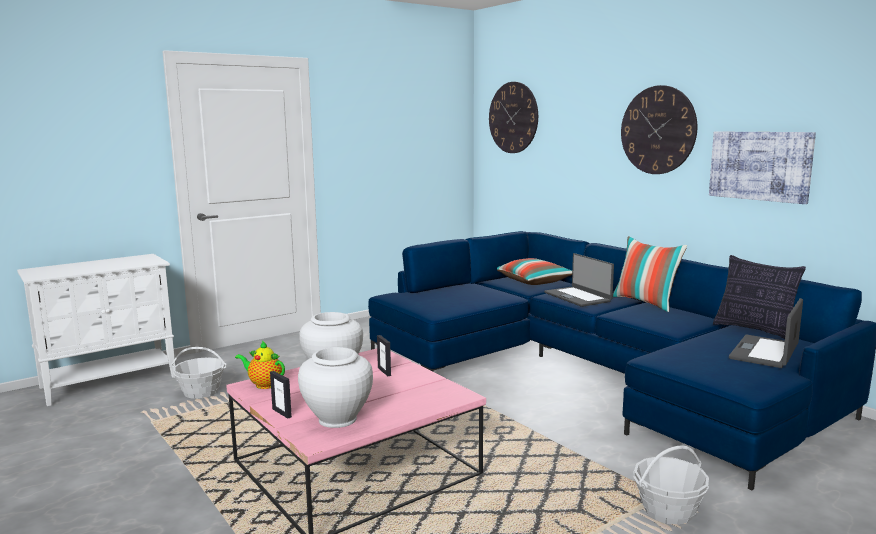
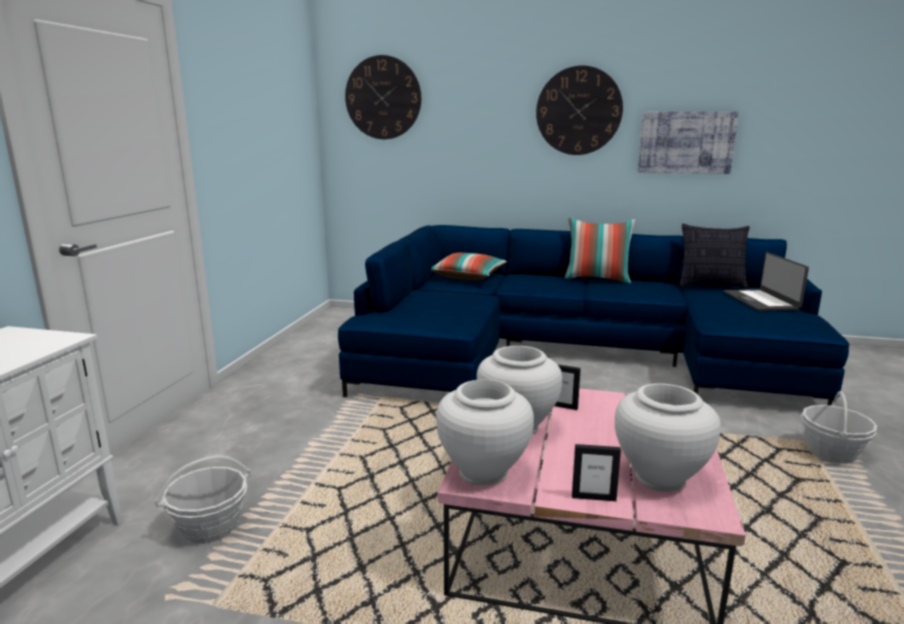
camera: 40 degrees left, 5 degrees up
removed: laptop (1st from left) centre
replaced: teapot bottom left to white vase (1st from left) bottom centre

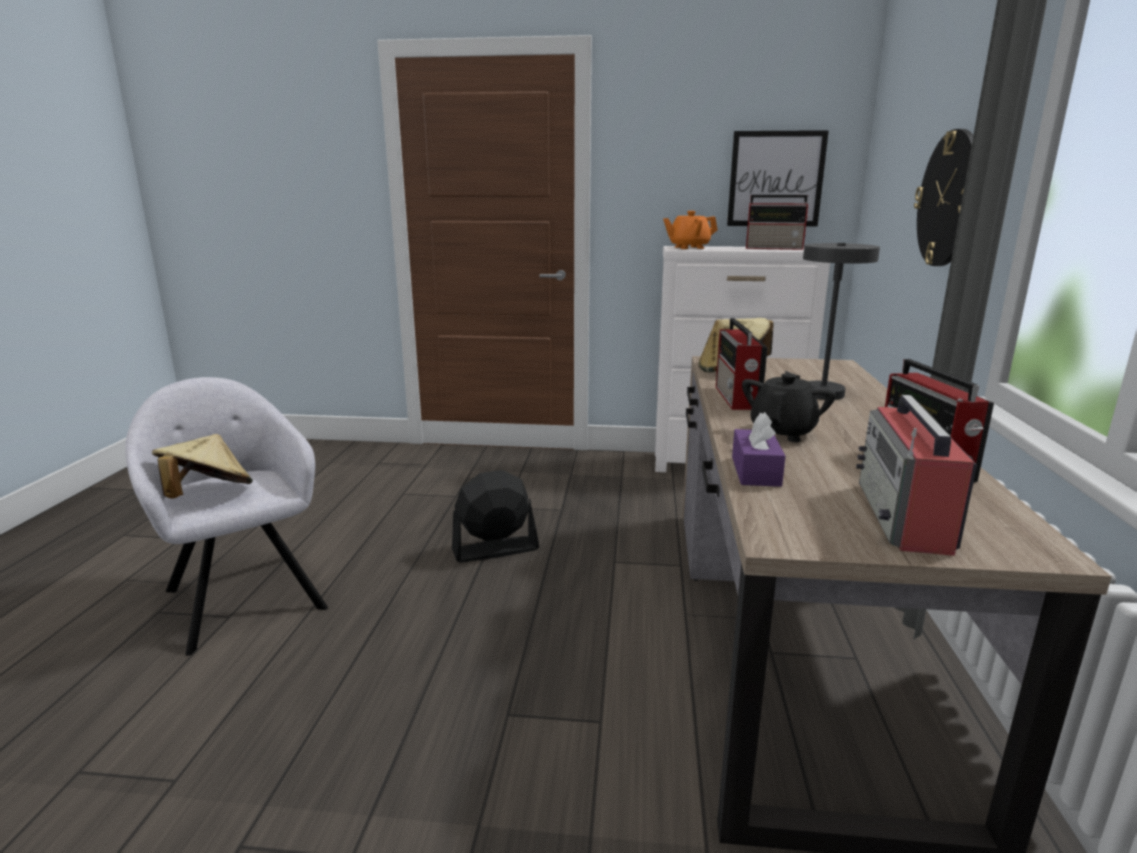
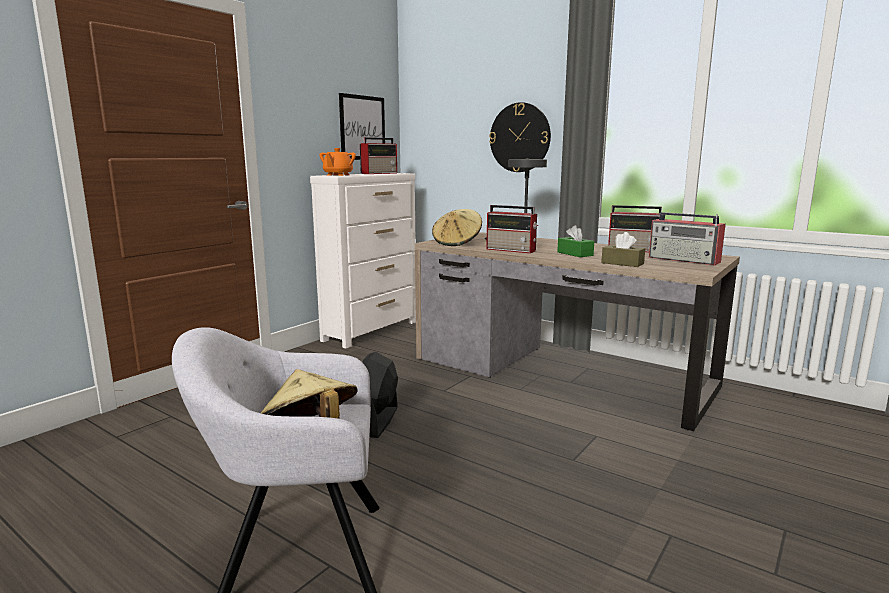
camera: 60 degrees left, 5 degrees down
replaced: black teapot middle right to green tissue box centre
recoloured: purple tissue box middle right to brown tissue box middle right

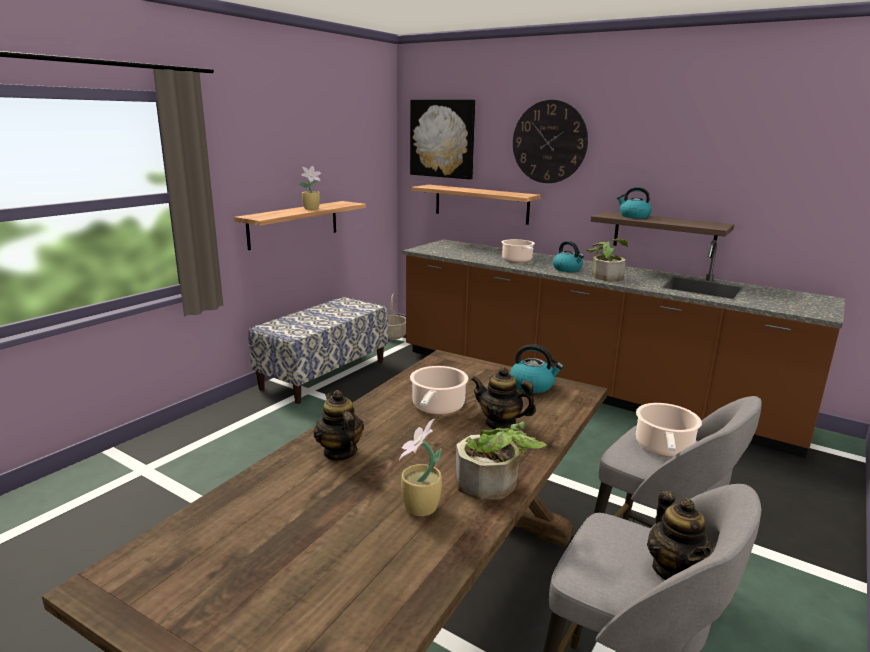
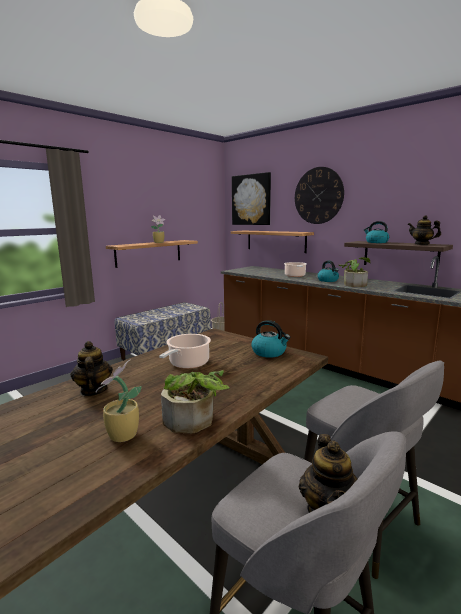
camera: 10 degrees right, 5 degrees down
removed: cooking pot (3rd from left) middle right
moved: teapot (2nd from left in the first image) centre to teapot (3rd from left) middle right

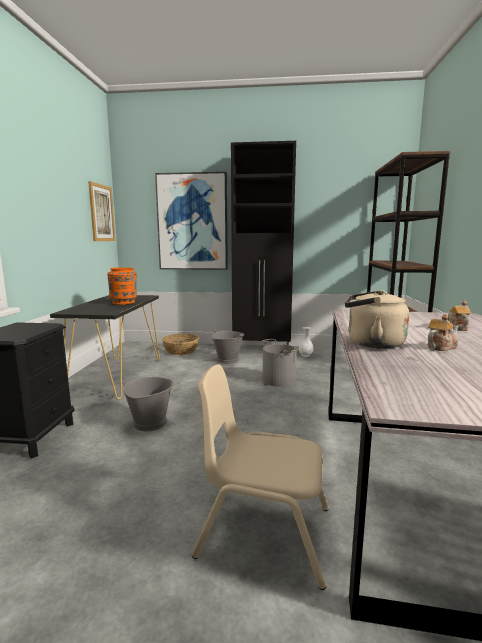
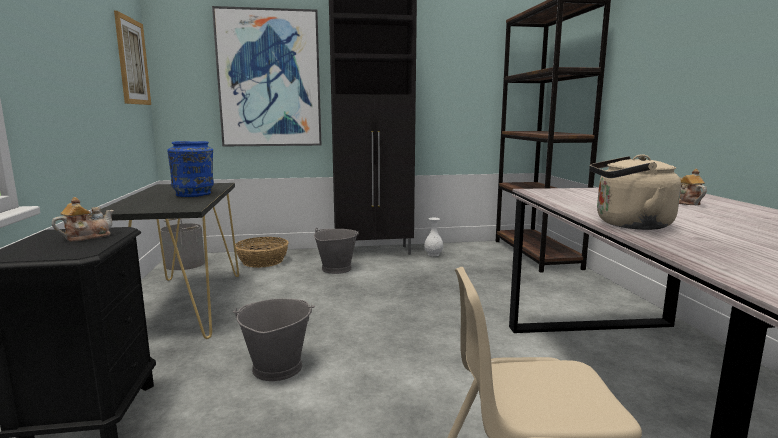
camera: 15 degrees left, 0 degrees up
moved: teapot (1st from left) middle right to middle left; grey bucket (3rd from left in the first image) centre to grey bucket (1st from left) middle left
recoloured: orange vase middle left to blue vase middle left

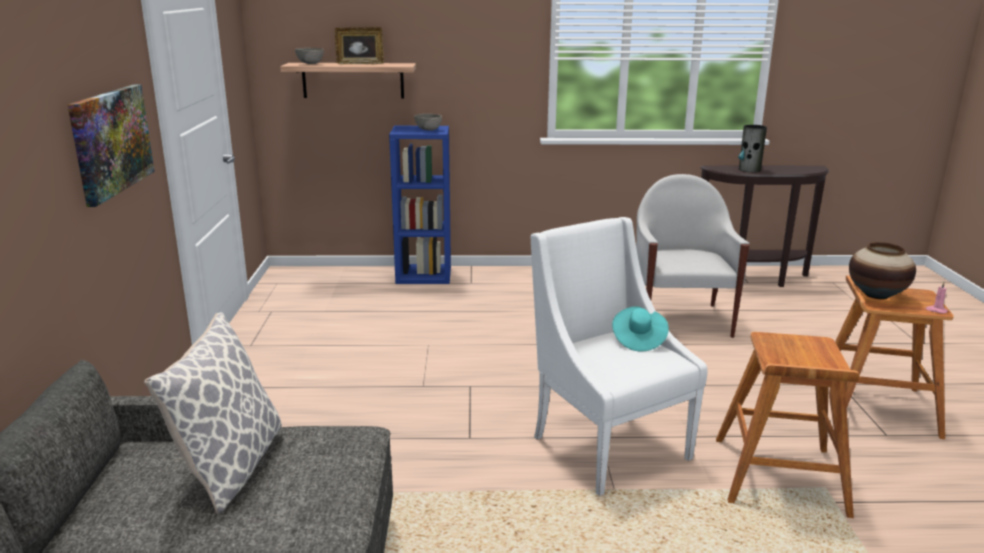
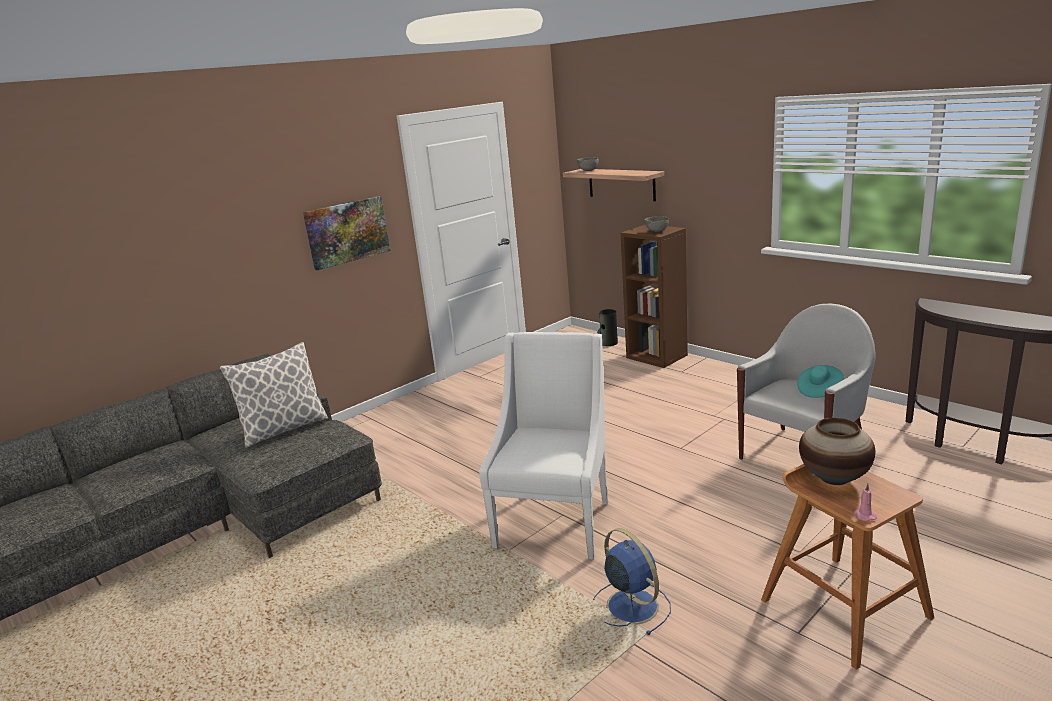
camera: 50 degrees right, 0 degrees up
removed: picture frame top centre
moved: vase (1st from left) top right to centre; turquoise hat centre to middle right
replaced: brown stool (1st from left) bottom right to blue fan bottom centre
recoloured: blue bookcase centre to brown bookcase centre

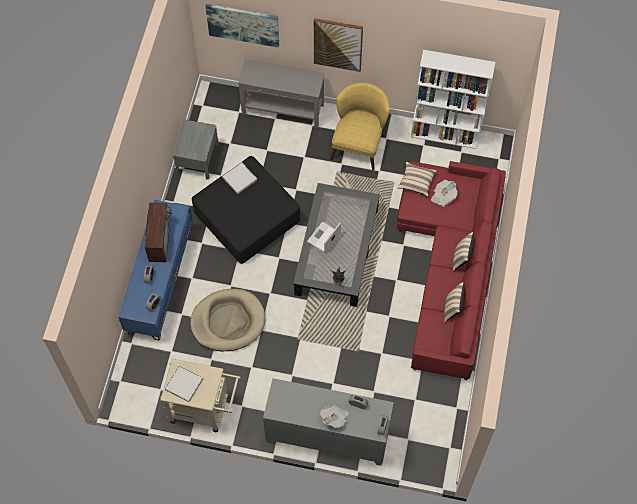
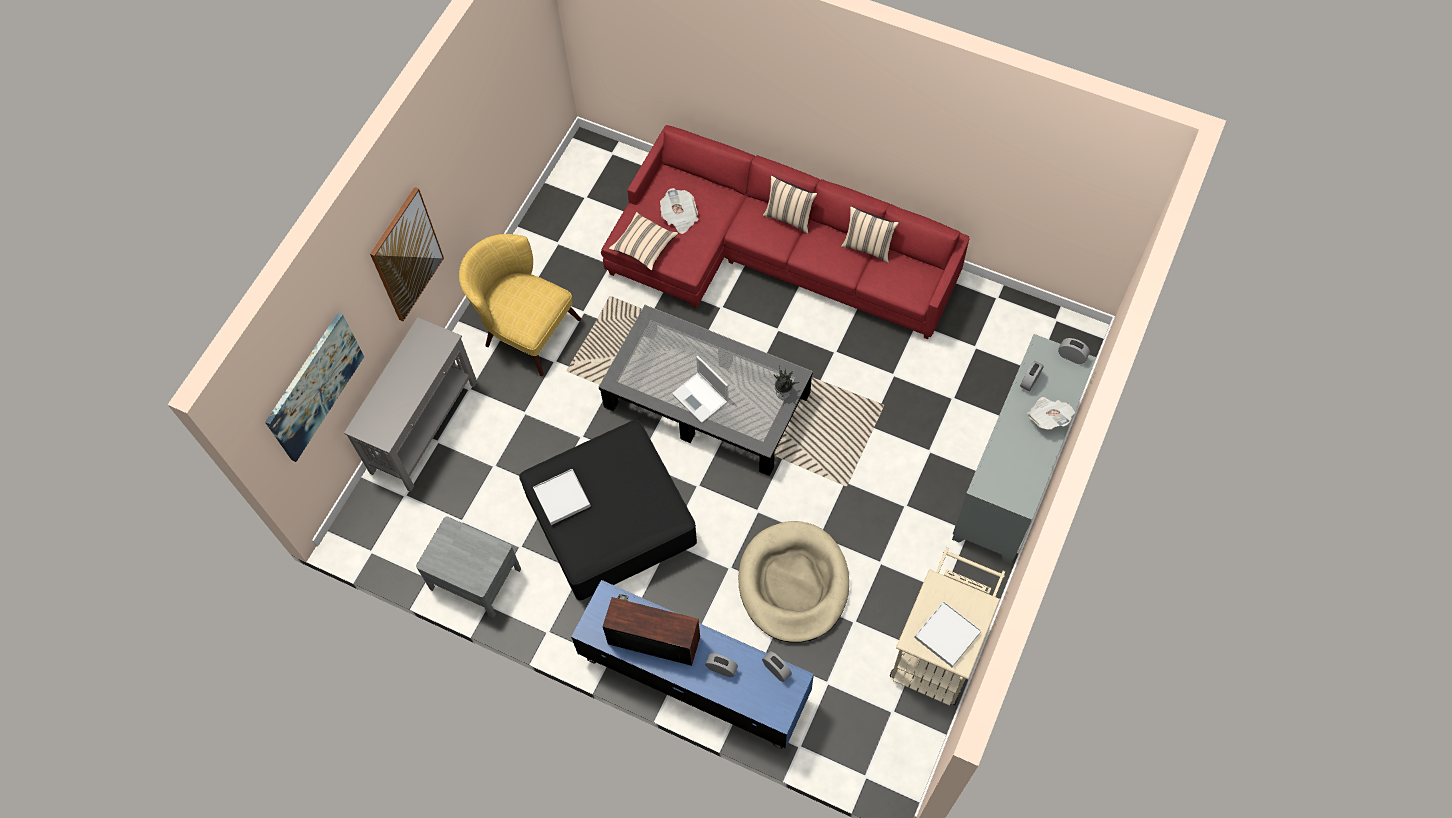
camera: 75 degrees left, 0 degrees up
removed: white bookcase top right

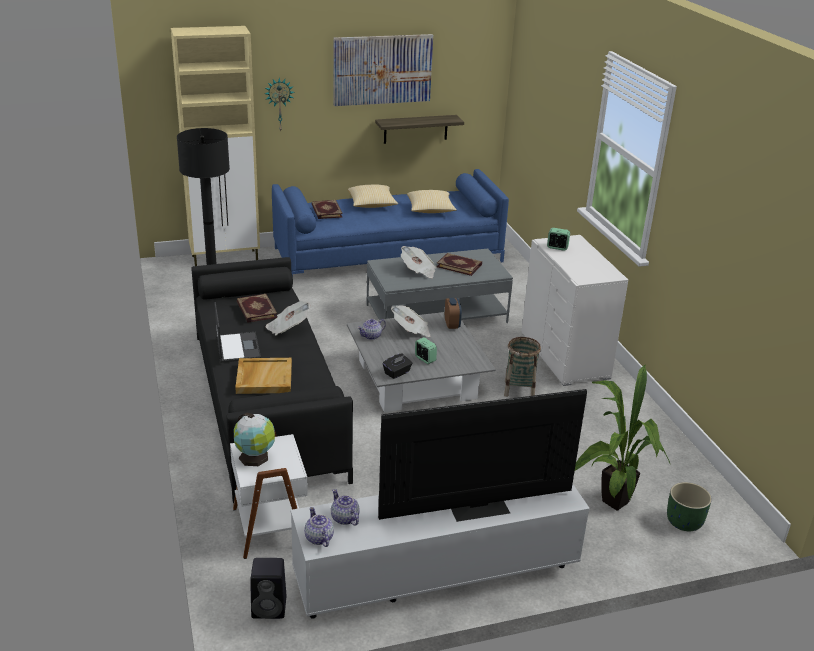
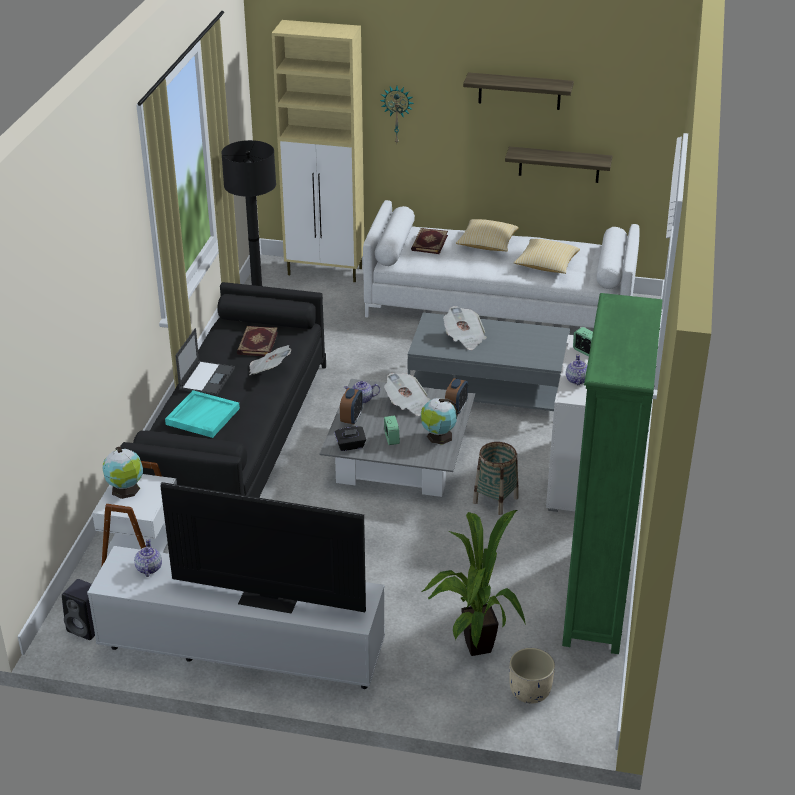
camera: 30 degrees right, 5 degrees up
removed: book (3rd from left) centre
added: alarm clock (1st from left) centre; globe (2nd from left) centre; green bookcase middle right
moved: teapot (1st from left in the first image) bottom centre to teapot (3rd from left) middle right
replaced: picture top centre to shelf (1st from left) top centre
recoloured: beige tray middle left to turquoise tray middle left; blue sofa centre to white sofa top centre; green planter bottom right to beige planter bottom right

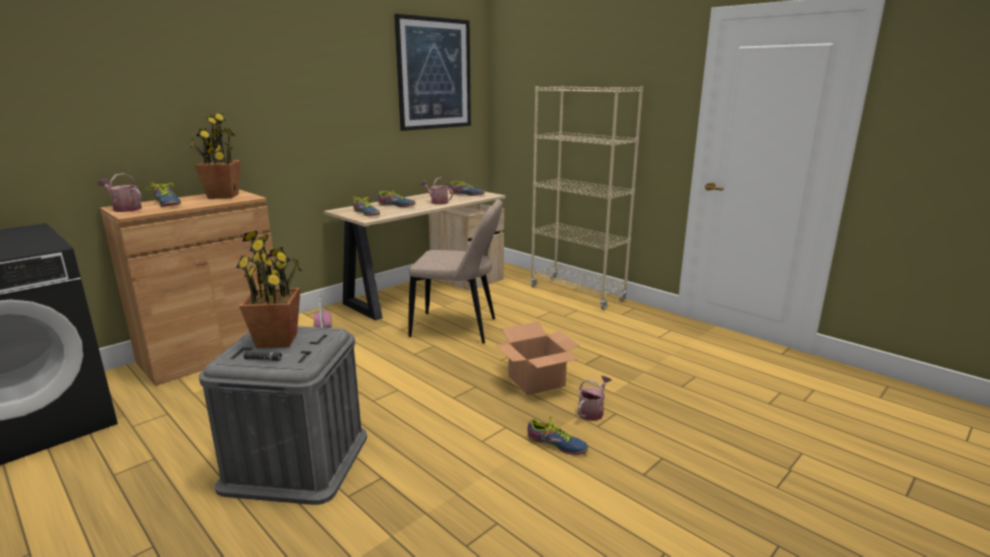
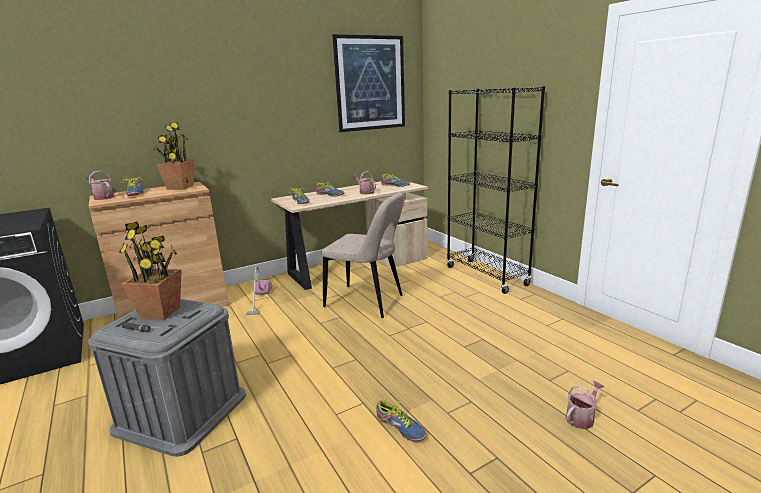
camera: 15 degrees right, 0 degrees up
removed: cardboard box centre
moved: watering can (3rd from left) bottom centre to bottom right
recoloured: beige bookcase centre to black bookcase centre

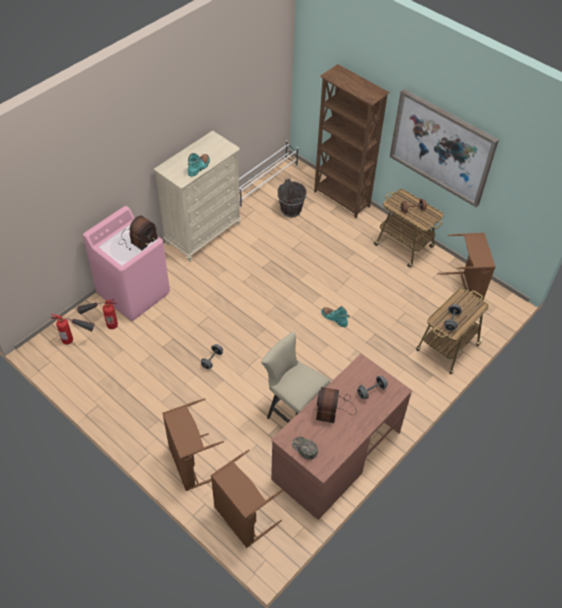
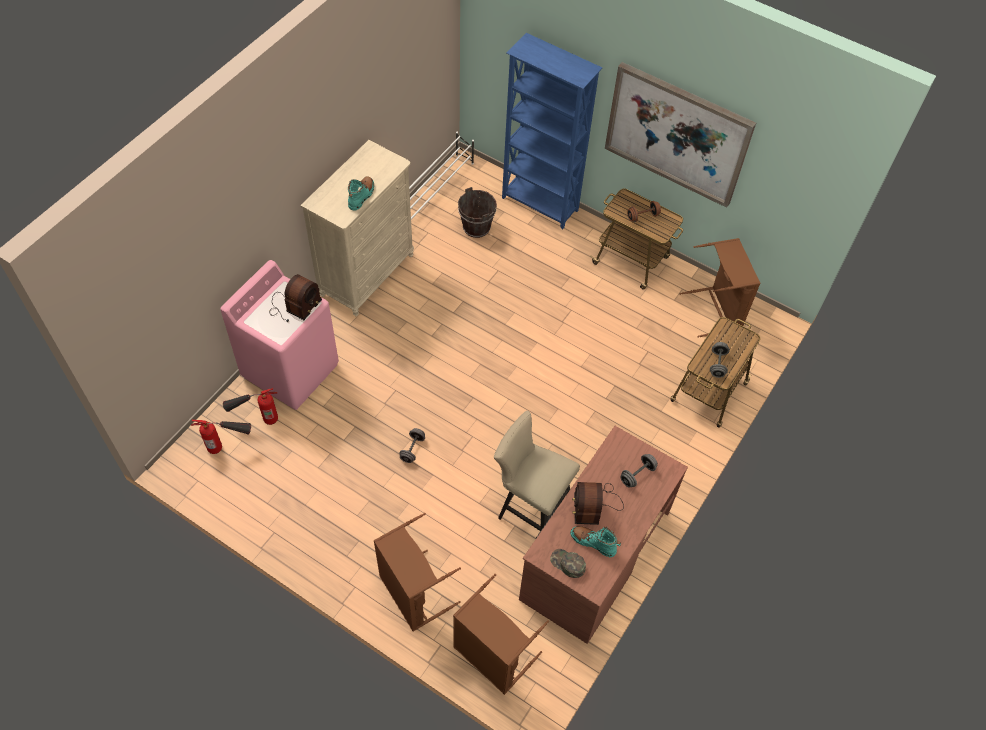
camera: 10 degrees left, 5 degrees up
moved: turquoise boot (2nd from left) centre to bottom centre
recoloured: brown bookcase top centre to blue bookcase top centre

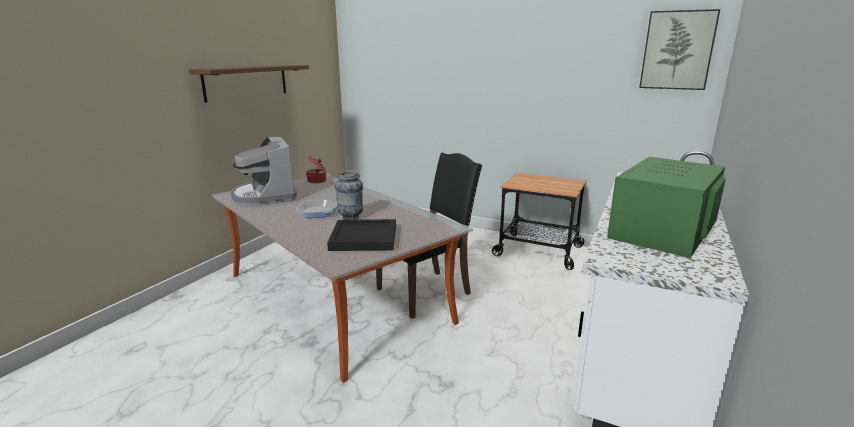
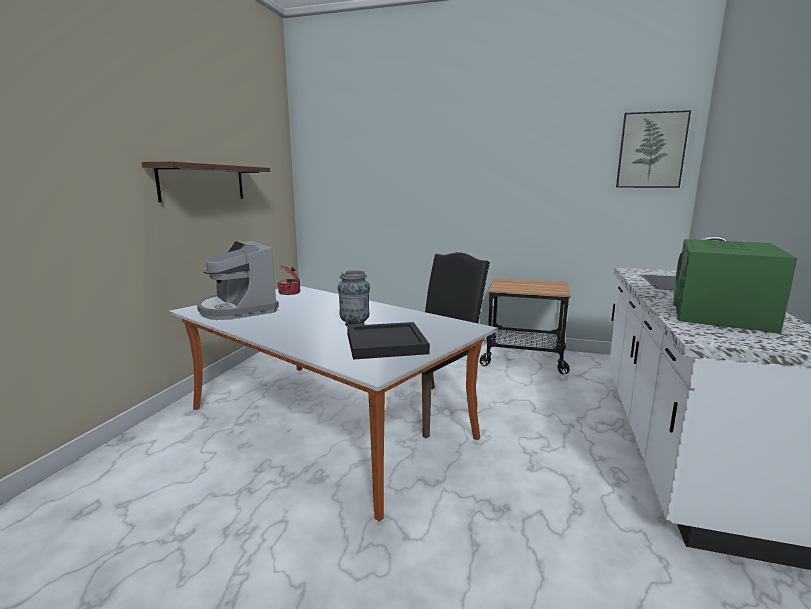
camera: 10 degrees left, 5 degrees down
removed: frying pan centre

